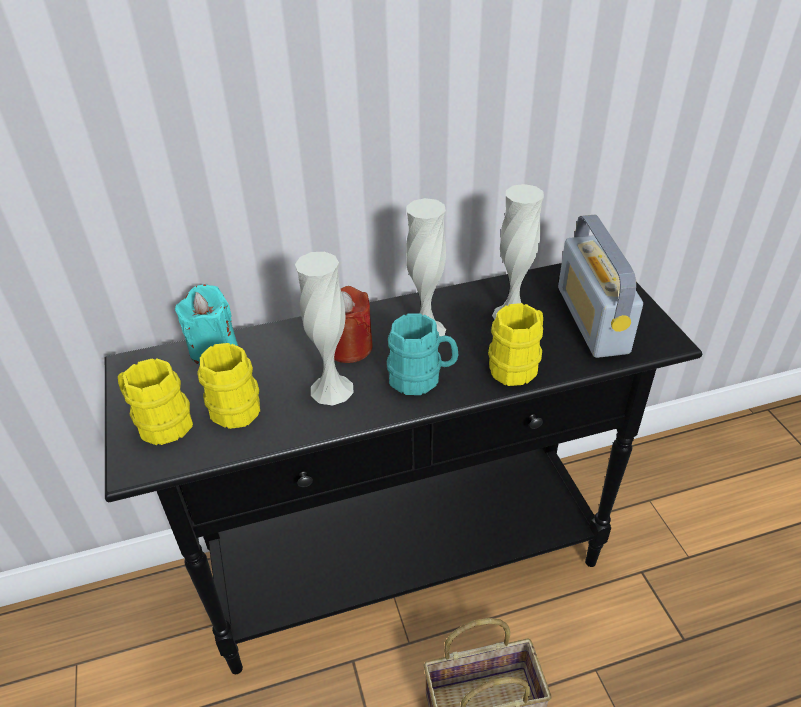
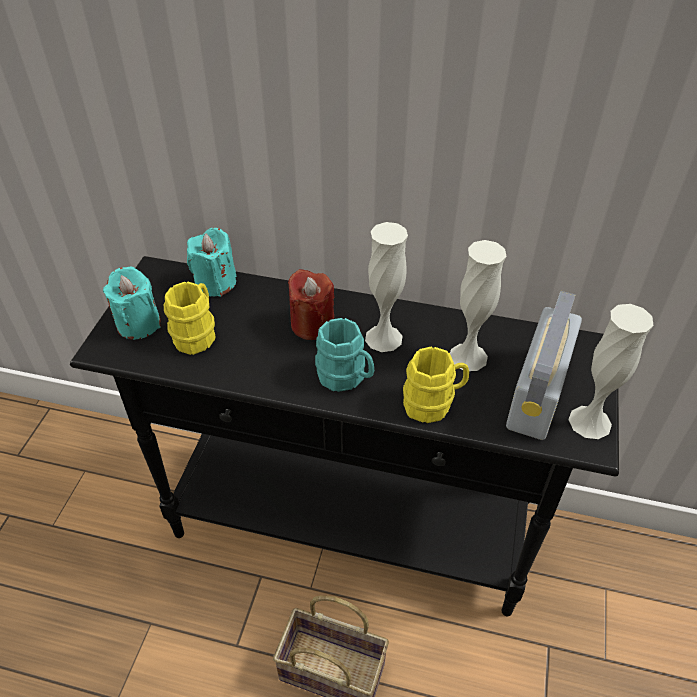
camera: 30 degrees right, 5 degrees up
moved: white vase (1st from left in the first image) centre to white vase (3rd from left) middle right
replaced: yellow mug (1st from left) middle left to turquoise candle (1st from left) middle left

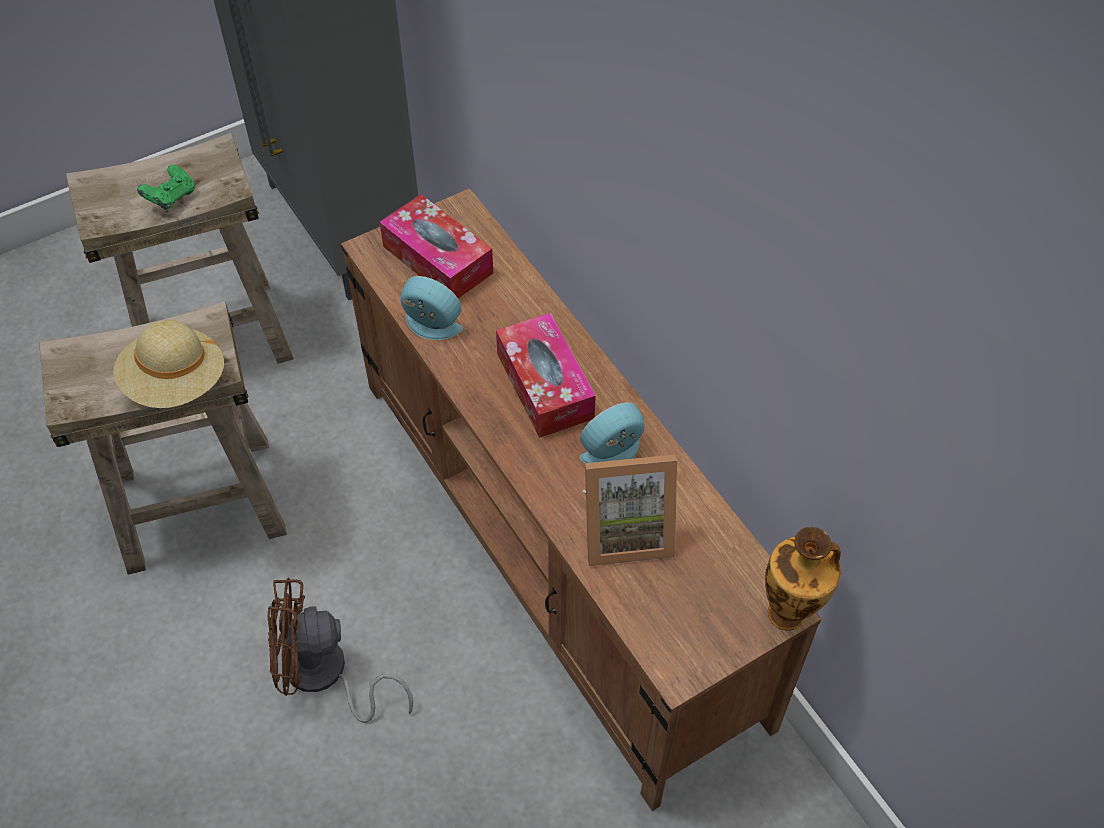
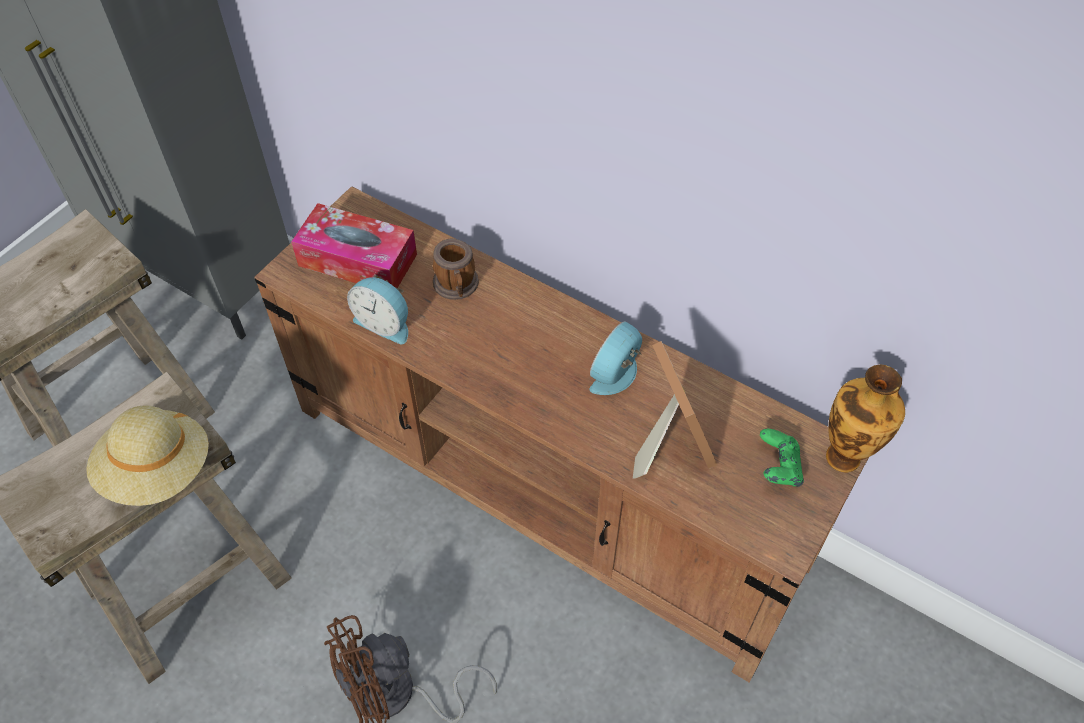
camera: 25 degrees left, 0 degrees up
removed: tissue box (2nd from left) centre
added: mug centre
moved: green game controller top left to middle right
turned: alarm clock (1st from left) centre = centre 150 degrees counterclockwise; picture frame centre = centre 75 degrees counterclockwise

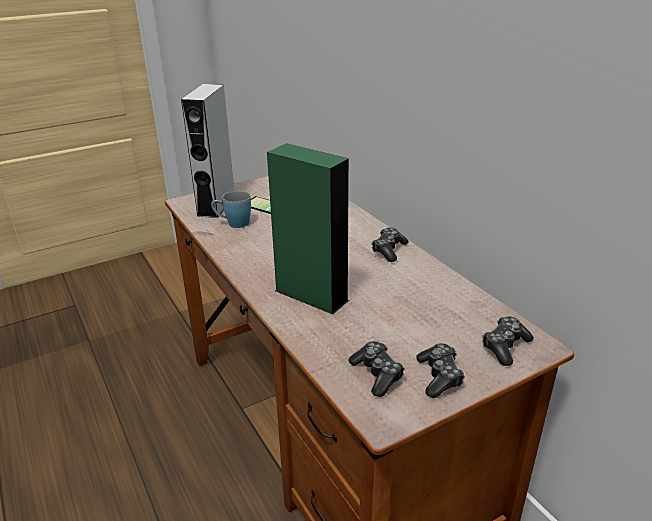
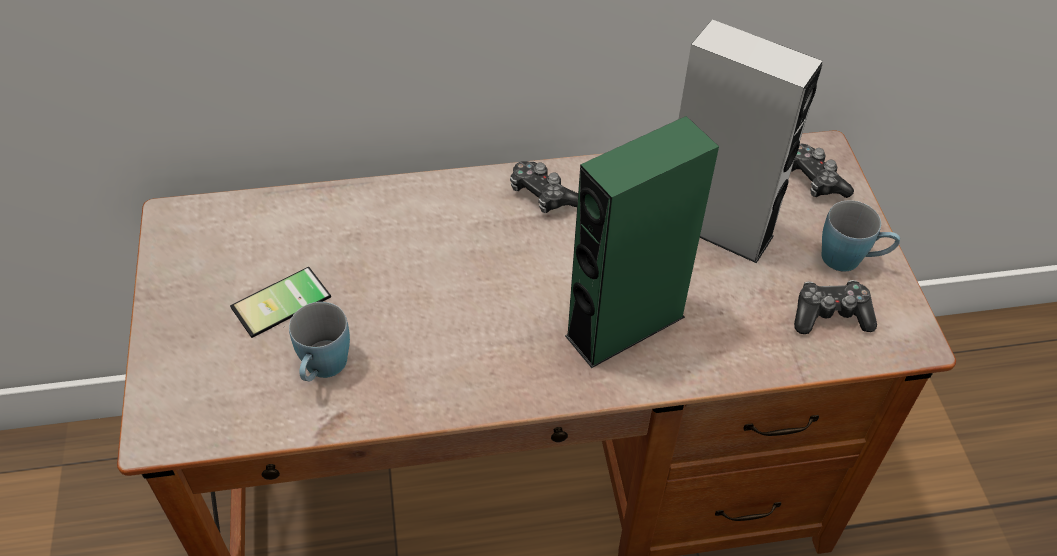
camera: 70 degrees left, 20 degrees up
moved: grey speaker top left to top right
replaced: game controller (3rd from left) bottom right to blue mug (2nd from left) middle right

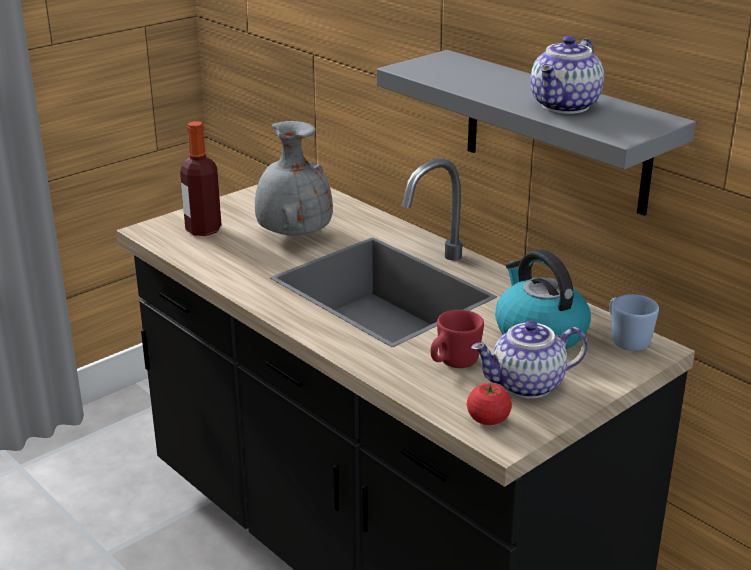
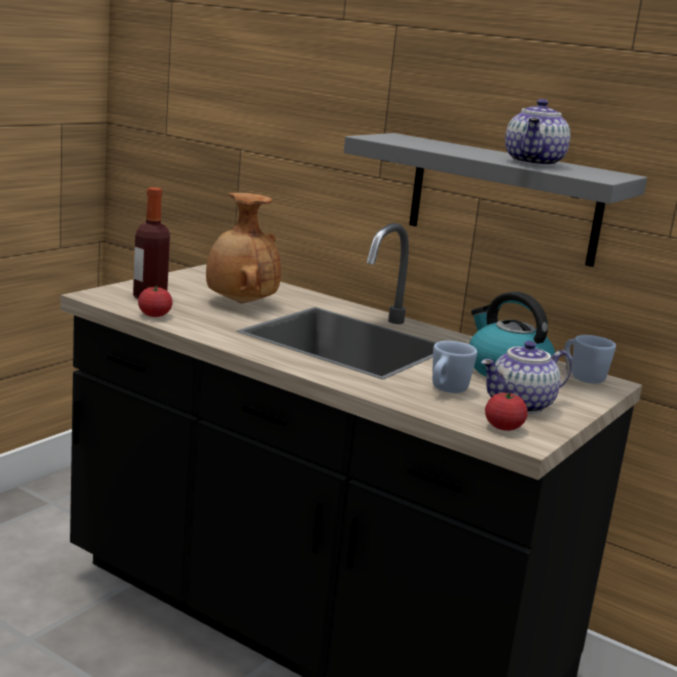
camera: 15 degrees left, 10 degrees down
added: tomato (1st from left) middle left
recoloured: grey vase top centre to brown vase centre; red mug centre to blue mug (1st from left) middle right

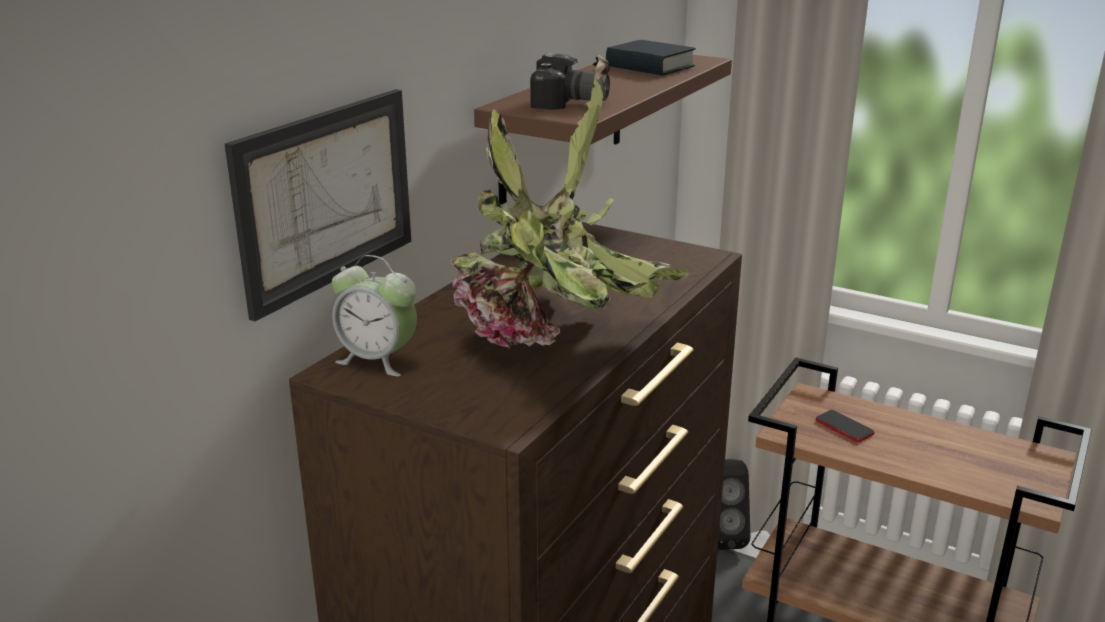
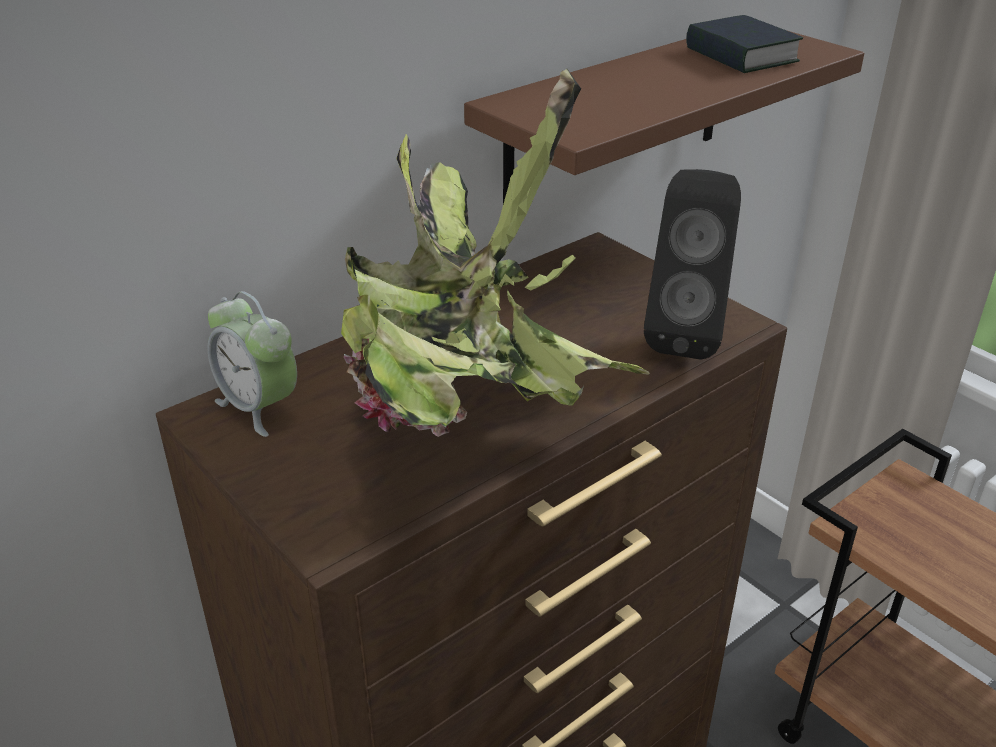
camera: 20 degrees right, 10 degrees up
removed: picture top left; photo camera top centre; phone bottom right
moved: black speaker bottom centre to middle right

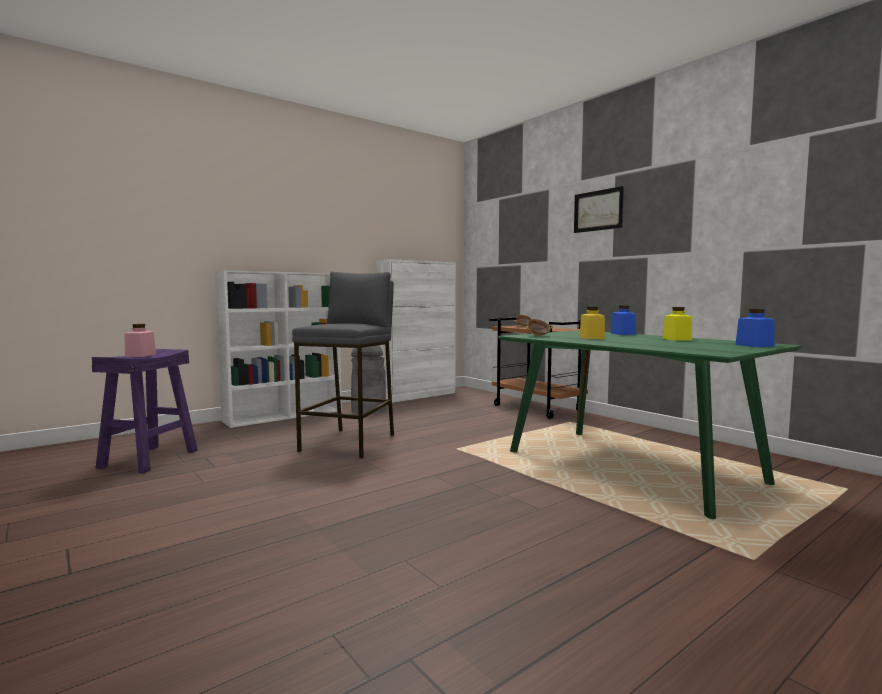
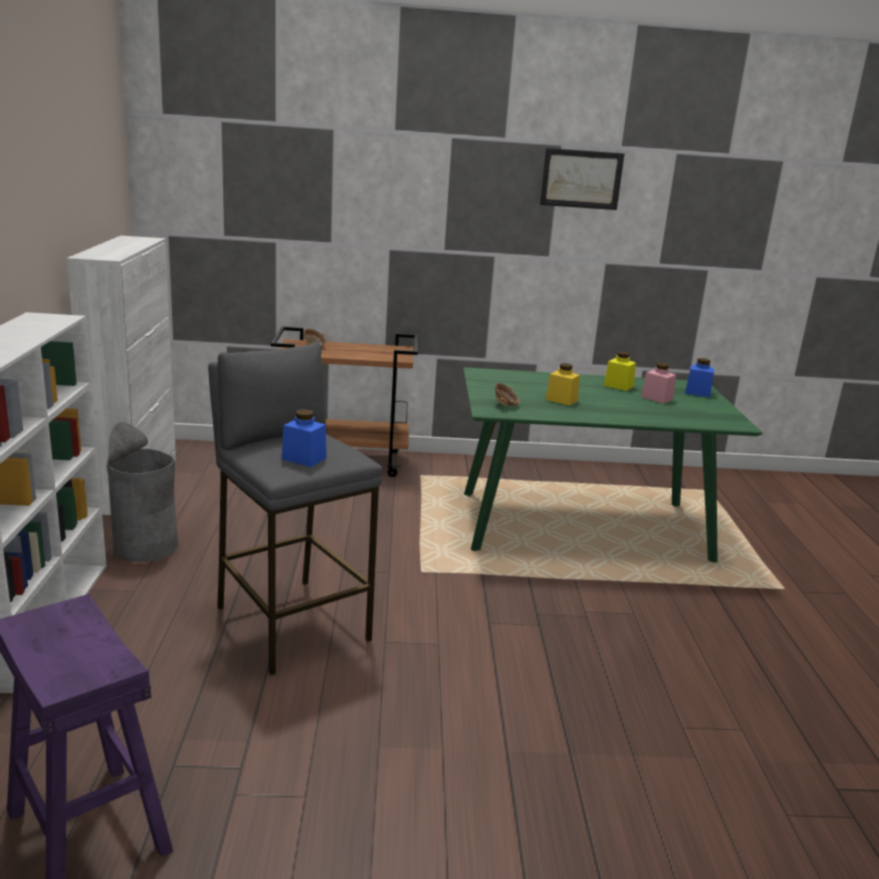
camera: 55 degrees left, 15 degrees up
moved: blue jar (1st from left) middle right to centre; picture top right to top centre; pink jar middle left to middle right

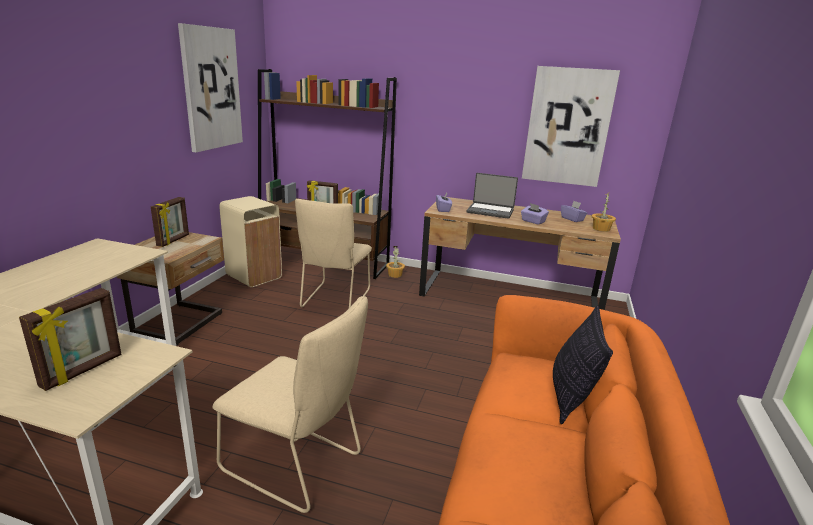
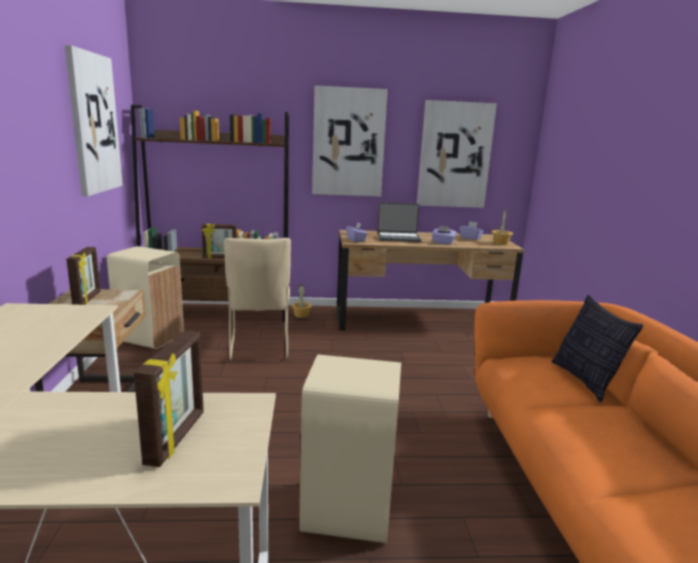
camera: 20 degrees left, 5 degrees down
added: picture (2nd from left) top centre
replaced: beige chair (1st from left) bottom centre to beige trash can (2nd from left) bottom centre

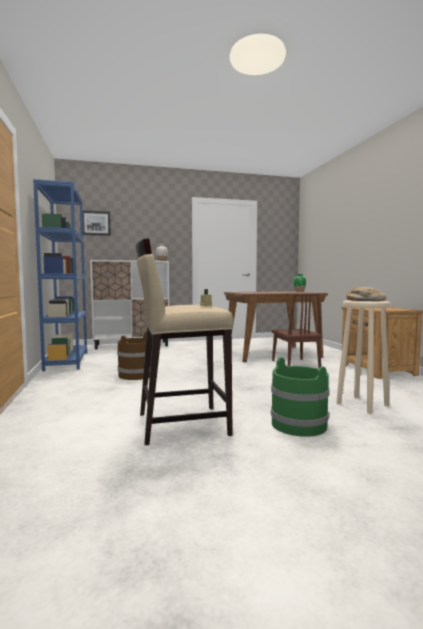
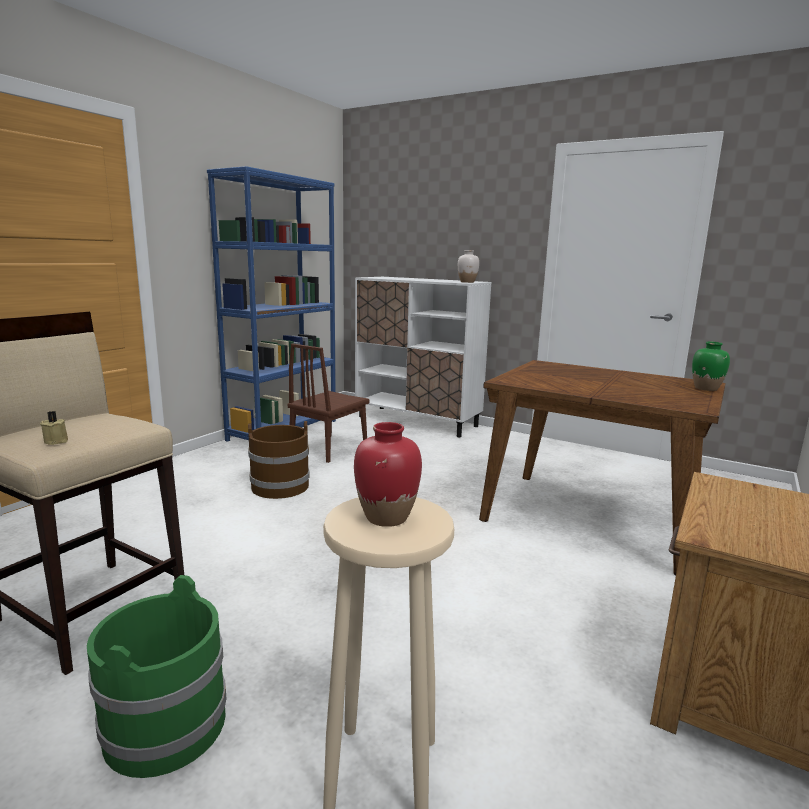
camera: 45 degrees right, 10 degrees up
removed: picture middle left
moved: brown chair middle right to centre
replaced: bread middle right to red vase centre

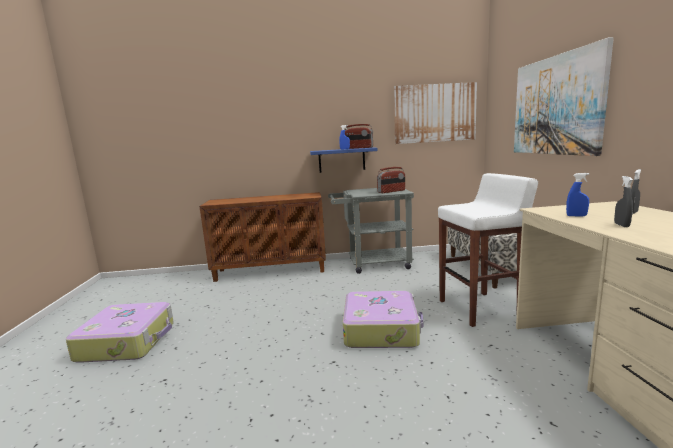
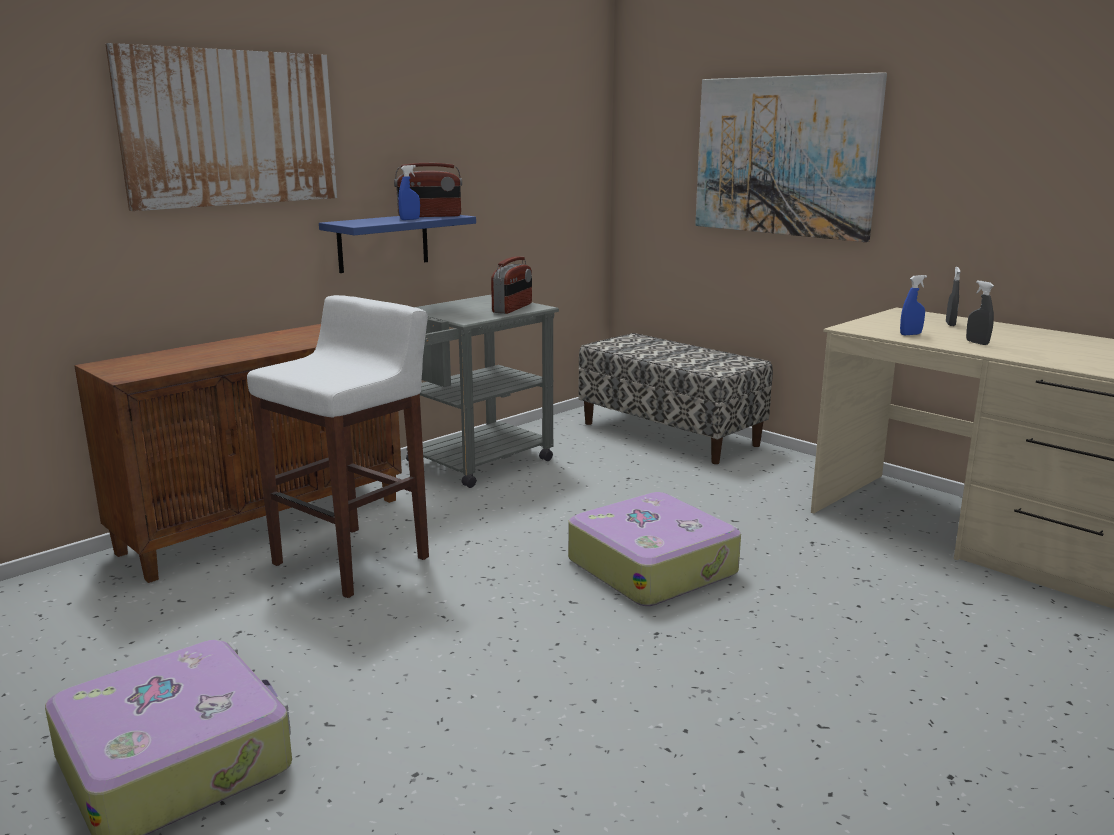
camera: 40 degrees left, 5 degrees up
moved: picture (1st from left) top centre to top left; white stool middle right to middle left

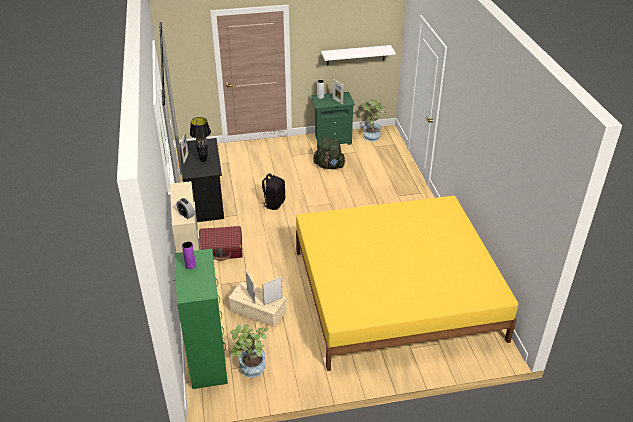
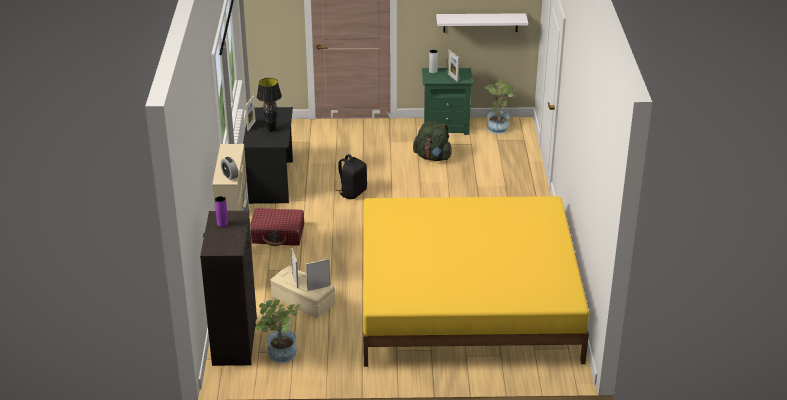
camera: 10 degrees right, 5 degrees down
recoloured: green dresser bottom left to black dresser bottom left

